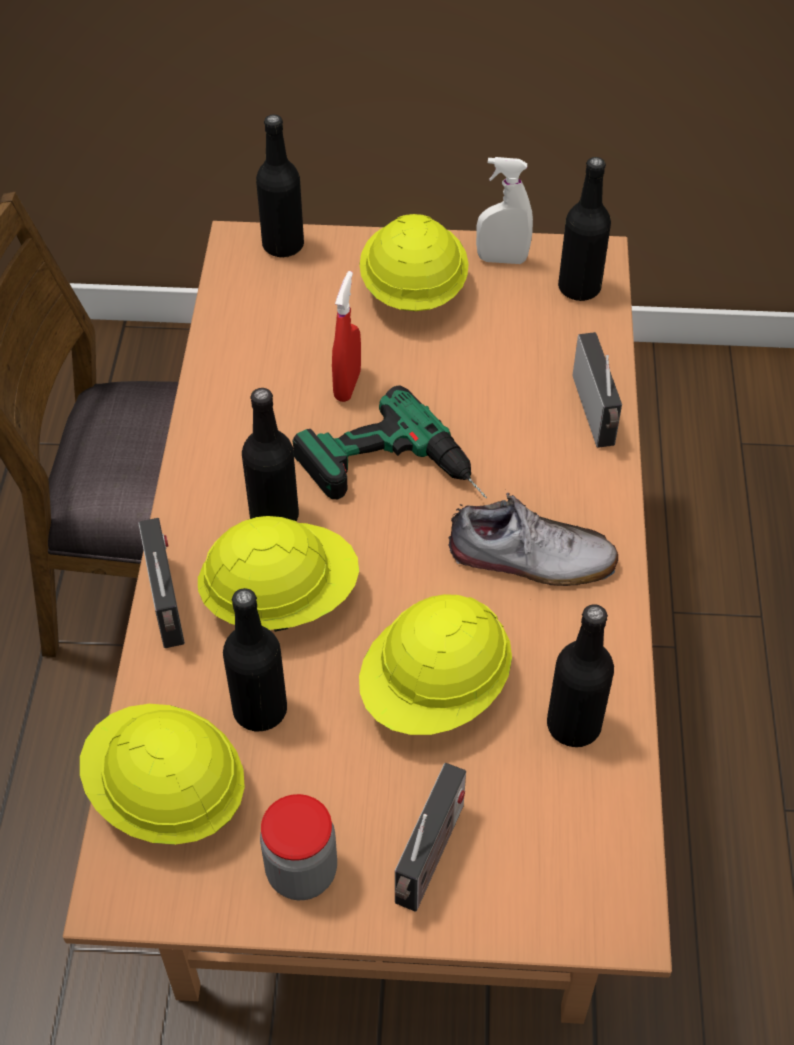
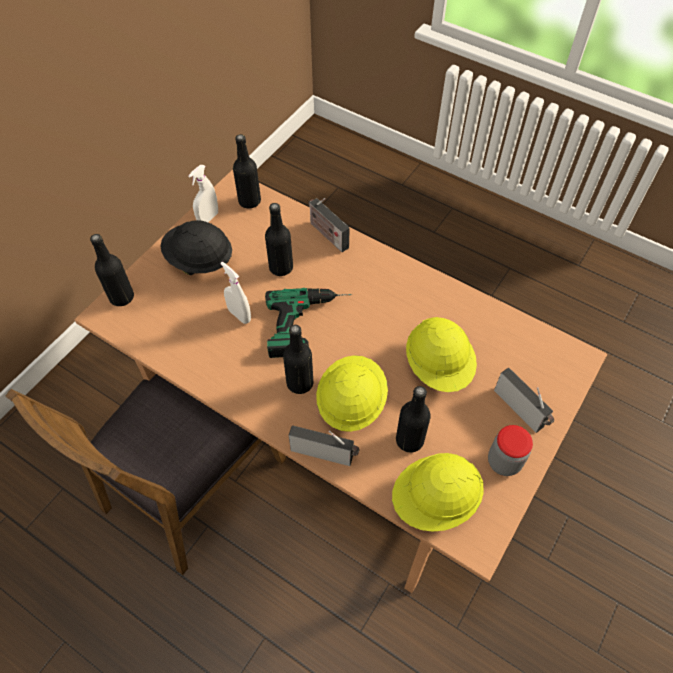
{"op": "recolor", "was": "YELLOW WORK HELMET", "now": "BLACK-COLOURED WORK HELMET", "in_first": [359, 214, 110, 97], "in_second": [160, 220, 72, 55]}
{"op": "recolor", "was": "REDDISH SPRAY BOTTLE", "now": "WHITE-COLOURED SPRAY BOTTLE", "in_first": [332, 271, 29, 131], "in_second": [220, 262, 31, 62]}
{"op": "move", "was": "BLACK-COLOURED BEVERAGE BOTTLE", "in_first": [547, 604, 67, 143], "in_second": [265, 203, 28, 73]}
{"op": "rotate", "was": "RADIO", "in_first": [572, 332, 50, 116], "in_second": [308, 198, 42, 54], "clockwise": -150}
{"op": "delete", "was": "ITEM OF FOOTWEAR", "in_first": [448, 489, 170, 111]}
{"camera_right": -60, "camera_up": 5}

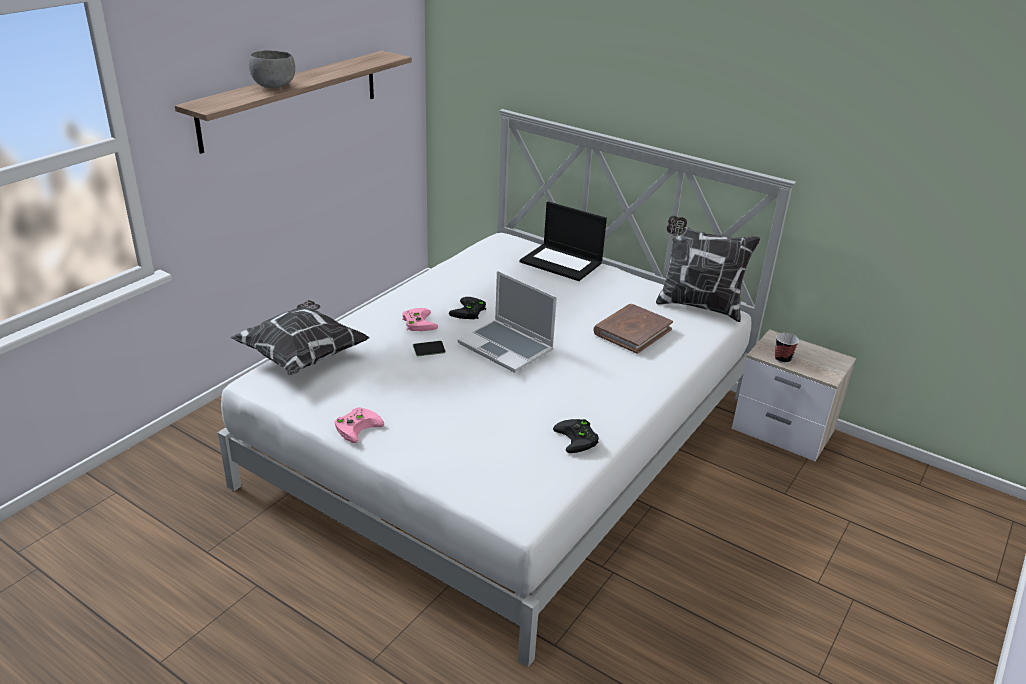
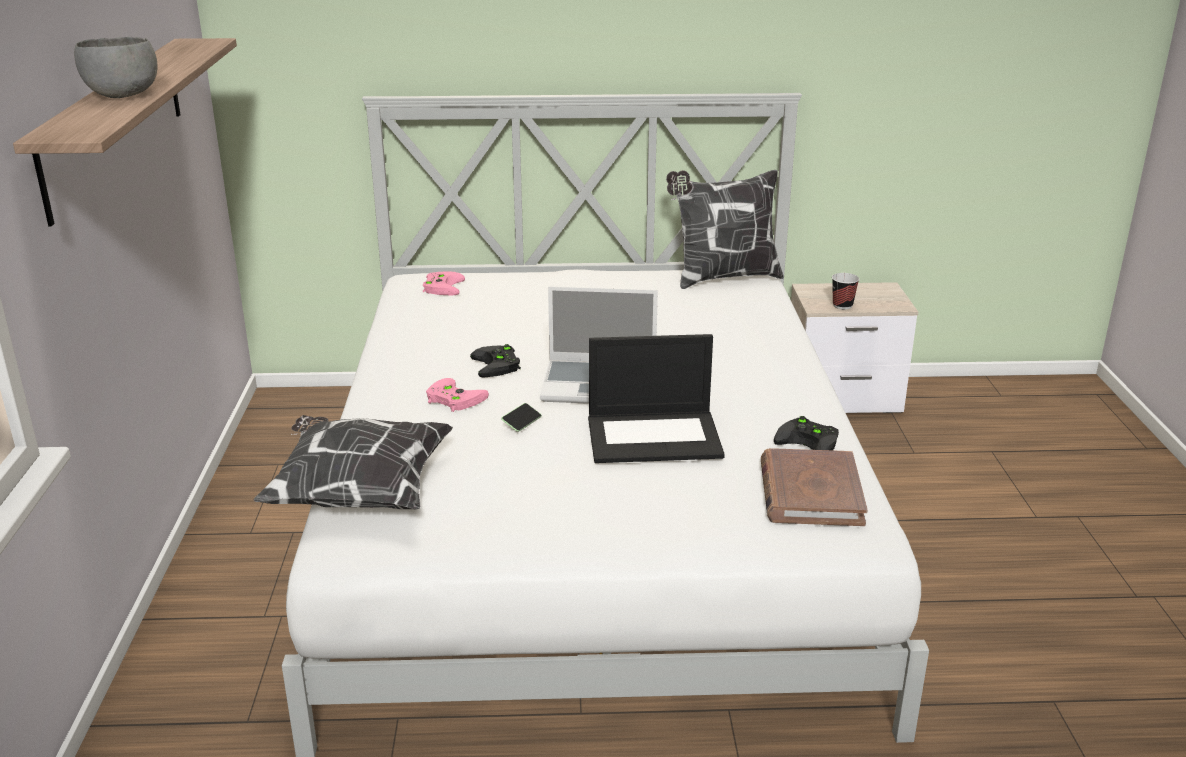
{"op": "move", "was": "PINK GAMEPAD", "in_first": [334, 407, 50, 36], "in_second": [423, 271, 42, 25]}
{"op": "move", "was": "NOTEBOOK COMPUTER", "in_first": [520, 201, 87, 80], "in_second": [588, 334, 137, 129]}
{"op": "move", "was": "BROWN-COLOURED VOLUME", "in_first": [593, 304, 80, 50], "in_second": [761, 448, 107, 78]}
{"camera_right": -35, "camera_up": -5}

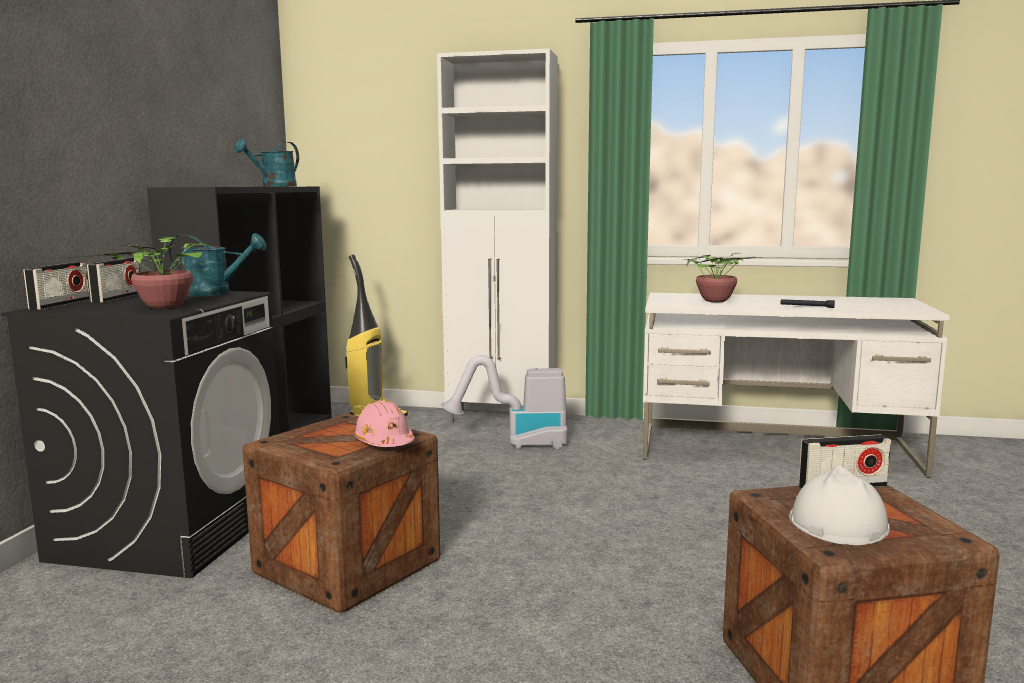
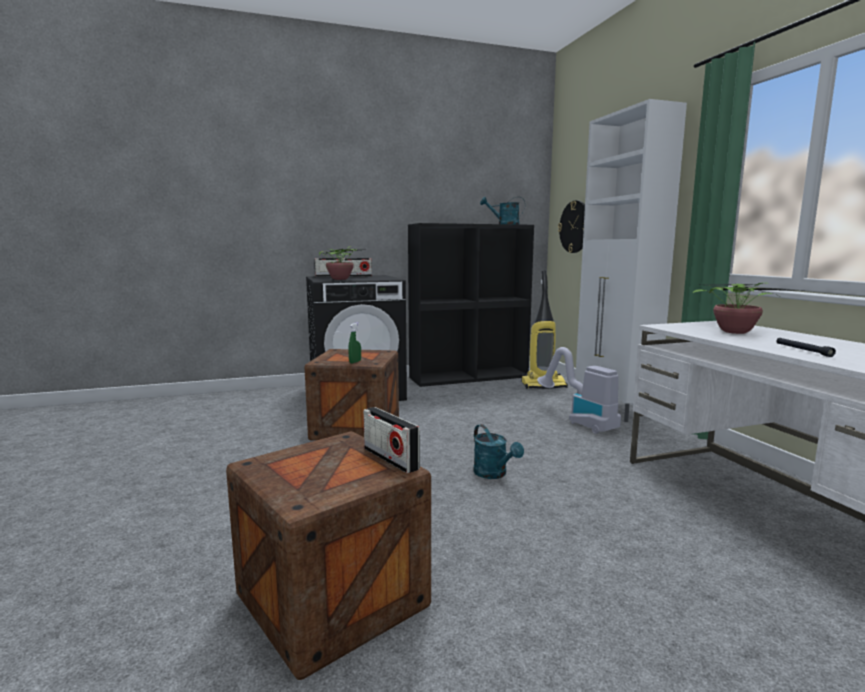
{"op": "replace", "was": "PINK WORK HELMET", "now": "GREENISH SPRAY BOTTLE", "in_first": [353, 400, 62, 47], "in_second": [348, 323, 13, 40]}
{"op": "move", "was": "BLUE-GREEN WATERING CAN", "in_first": [168, 233, 98, 63], "in_second": [473, 424, 51, 55]}
{"op": "insert", "now": "CLOCK ON THE WALL", "in_second": [558, 201, 27, 52]}
{"op": "delete", "was": "WHITE-COLOURED WORK HELMET", "in_first": [789, 466, 100, 79]}
{"camera_right": 60, "camera_up": 0}

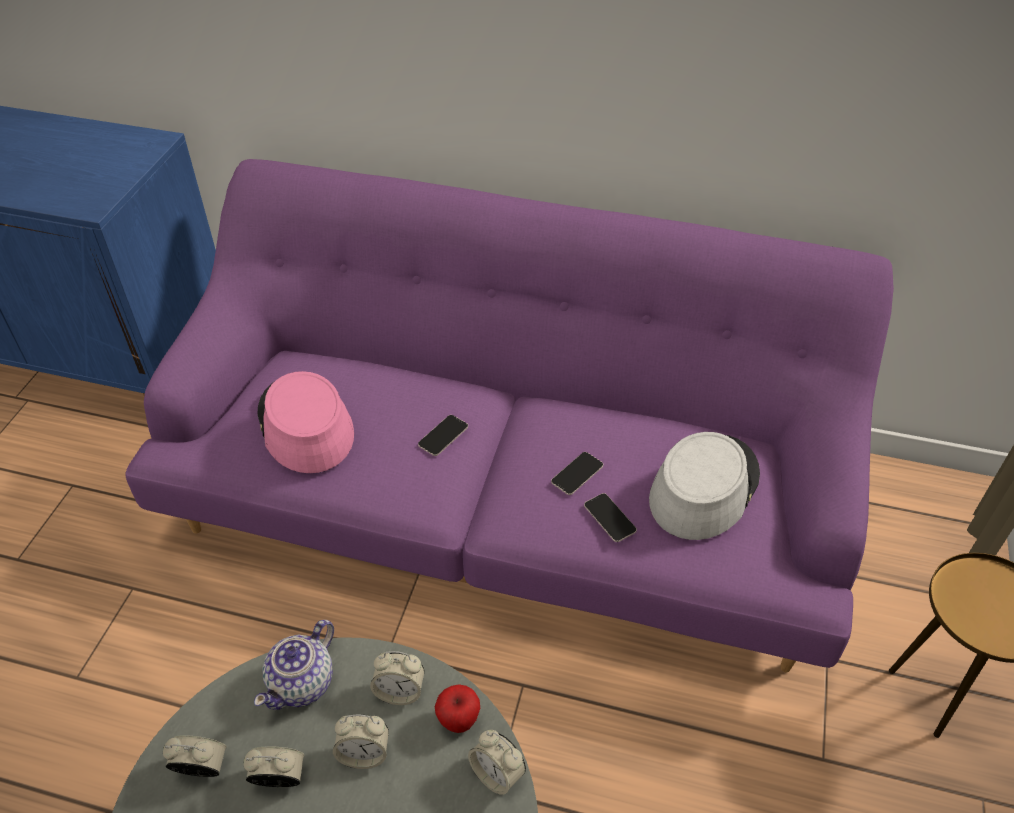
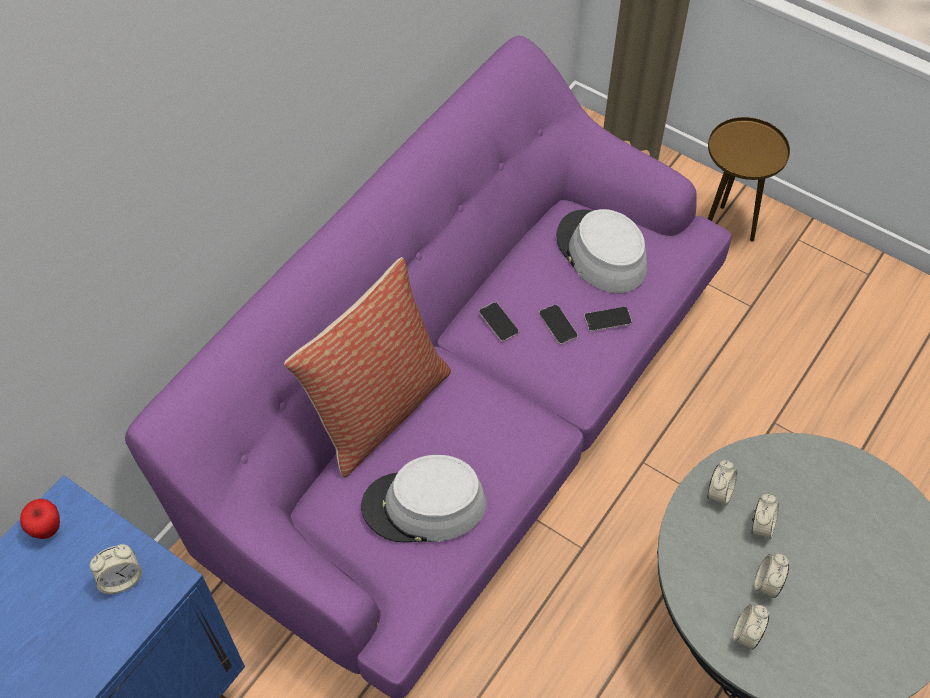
{"op": "move", "was": "APPLE FRUIT", "in_first": [435, 684, 45, 49], "in_second": [20, 499, 40, 40]}
{"op": "move", "was": "TABLE CLOCK", "in_first": [468, 730, 58, 65], "in_second": [90, 544, 52, 50]}
{"op": "insert", "now": "THROW PILLOW", "in_second": [284, 257, 167, 220]}
{"op": "recolor", "was": "PINK WEARABLE HAT", "now": "GRAY WEARABLE HAT", "in_first": [258, 371, 96, 102], "in_second": [361, 455, 125, 87]}
{"op": "move", "was": "HANDSET", "in_first": [418, 415, 50, 41], "in_second": [479, 302, 40, 39]}
{"op": "delete", "was": "POT FOR TEA", "in_first": [254, 620, 80, 90]}
{"camera_right": -70, "camera_up": 10}

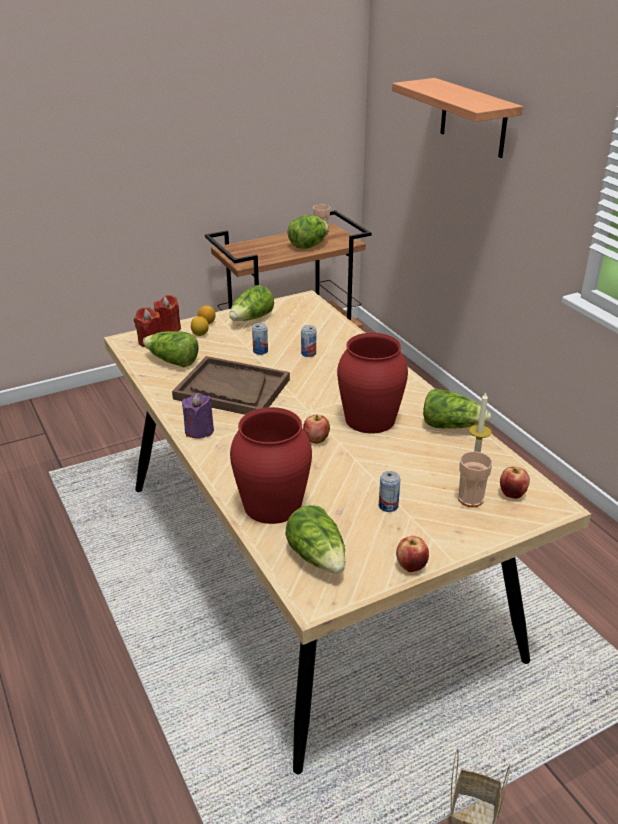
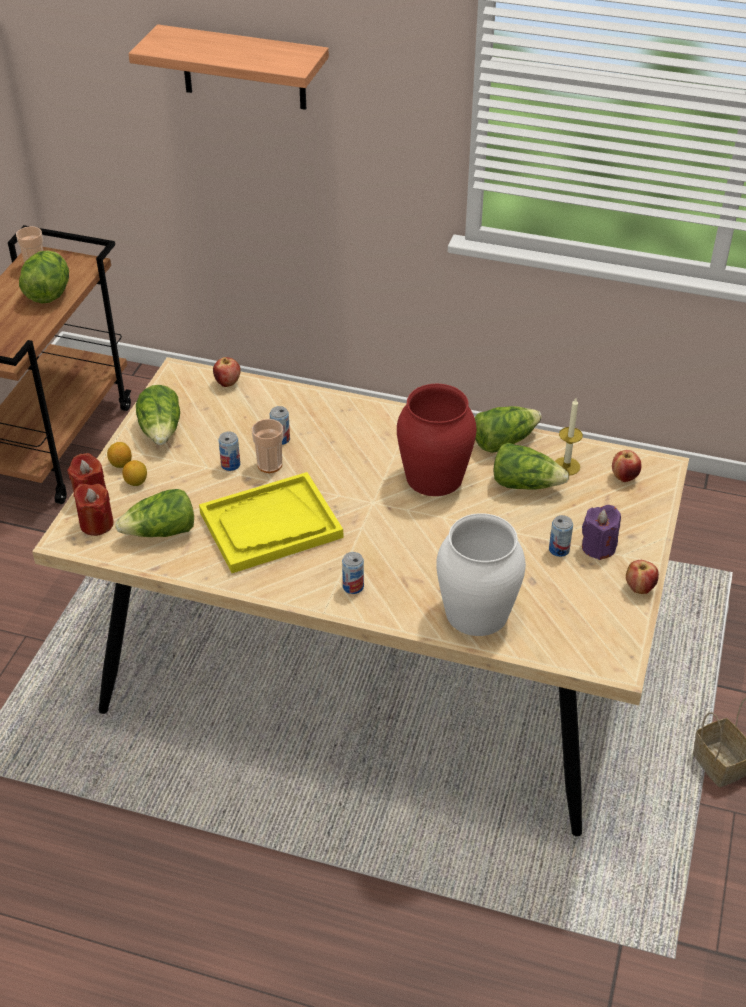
{"op": "recolor", "was": "BROWN-COLOURED TRAY", "now": "YELLOW TRAY", "in_first": [172, 356, 118, 59], "in_second": [199, 472, 144, 101]}
{"op": "move", "was": "APPLE FRUIT", "in_first": [303, 415, 27, 29], "in_second": [213, 357, 28, 30]}
{"op": "move", "was": "DRINKING CUP", "in_first": [458, 451, 35, 56], "in_second": [252, 419, 31, 54]}
{"op": "insert", "now": "METAL CAN", "in_second": [342, 552, 22, 42]}
{"op": "recolor", "was": "REDDISH FLOWER VASE", "now": "WHITE-COLOURED FLOWER VASE", "in_first": [230, 407, 82, 117], "in_second": [436, 513, 90, 123]}
{"op": "move", "was": "LETTUCE", "in_first": [286, 505, 59, 68], "in_second": [493, 443, 76, 46]}
{"op": "move", "was": "PURPLE-COLOURED WAX CANDLE", "in_first": [182, 393, 32, 46], "in_second": [582, 505, 39, 55]}
{"camera_right": -45, "camera_up": 10}

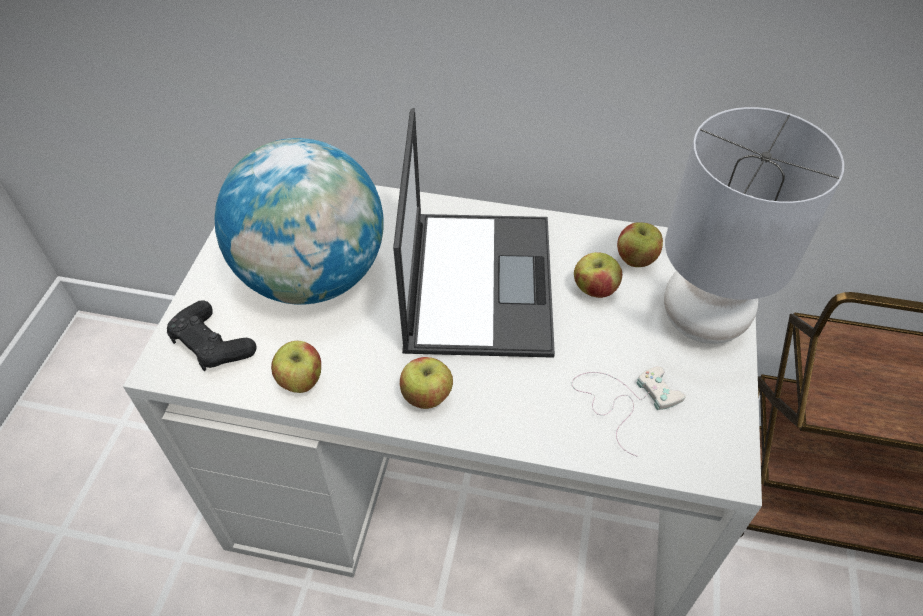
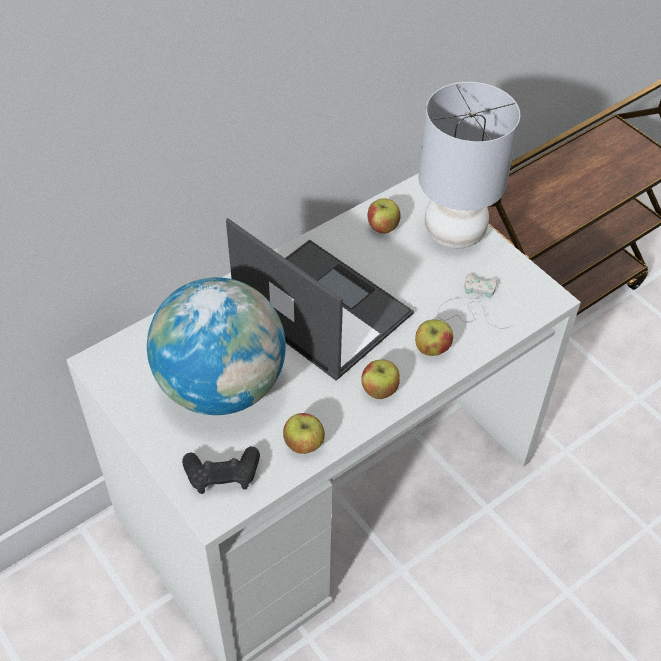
{"op": "move", "was": "APPLE FRUIT", "in_first": [574, 252, 48, 46], "in_second": [415, 320, 38, 36]}
{"camera_right": -50, "camera_up": 0}

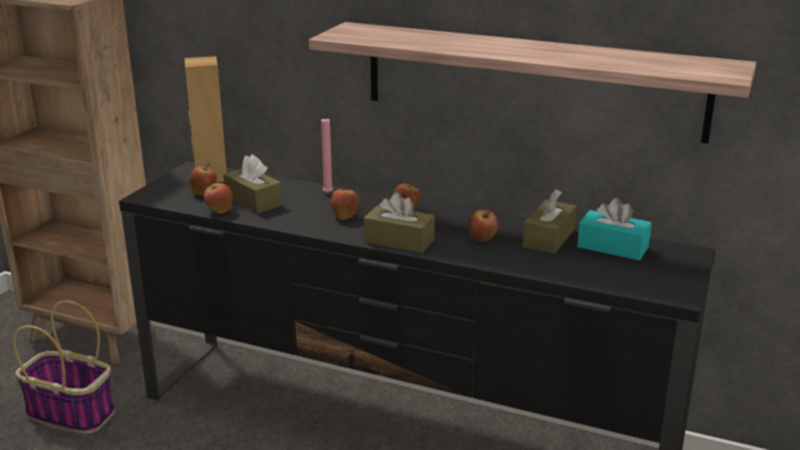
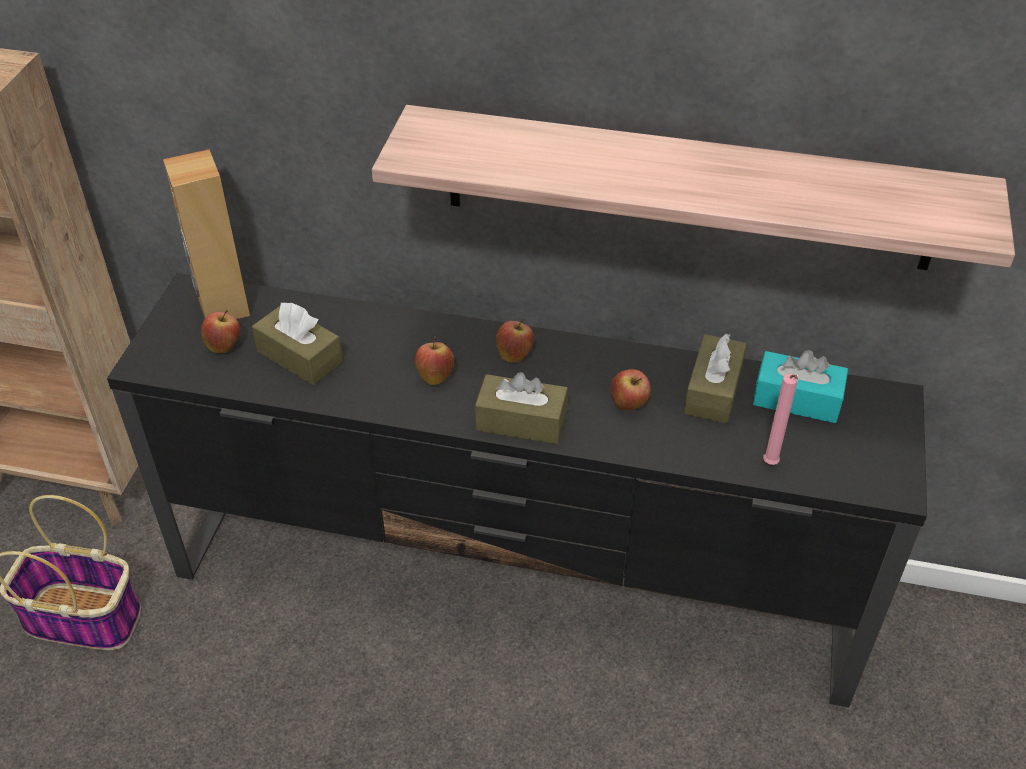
{"op": "move", "was": "PINK WAX CANDLE", "in_first": [321, 114, 12, 79], "in_second": [763, 374, 35, 91]}
{"op": "delete", "was": "APPLE FRUIT", "in_first": [204, 183, 29, 31]}
{"camera_right": -10, "camera_up": 20}

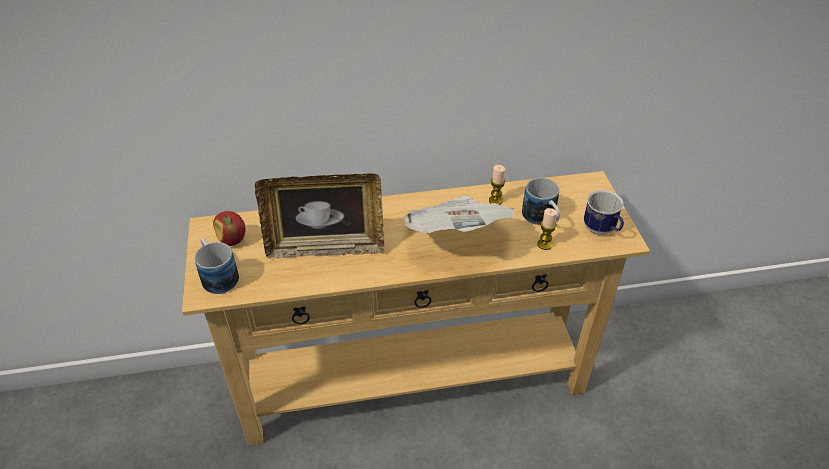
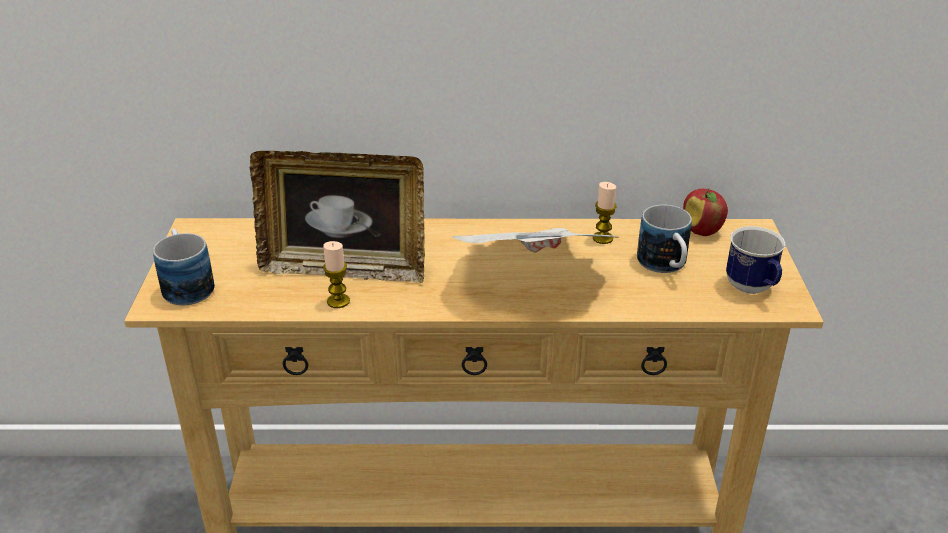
{"op": "move", "was": "WAX CANDLE", "in_first": [537, 208, 20, 42], "in_second": [323, 241, 27, 67]}
{"op": "move", "was": "APPLE FRUIT", "in_first": [213, 211, 33, 35], "in_second": [683, 188, 45, 48]}
{"camera_right": 10, "camera_up": -10}

